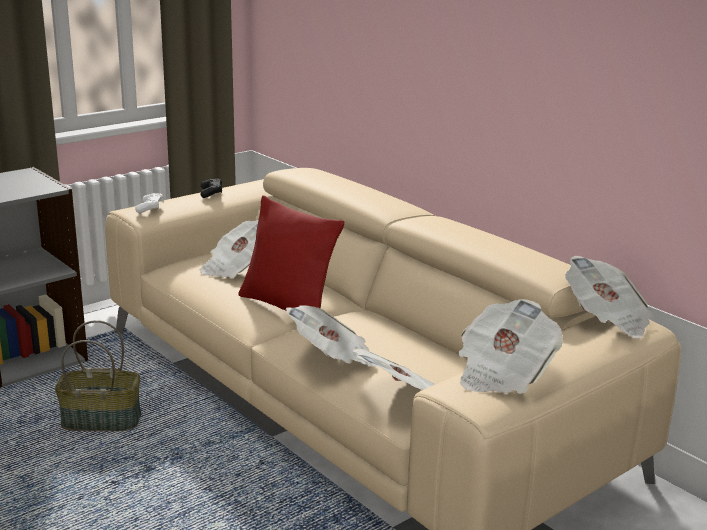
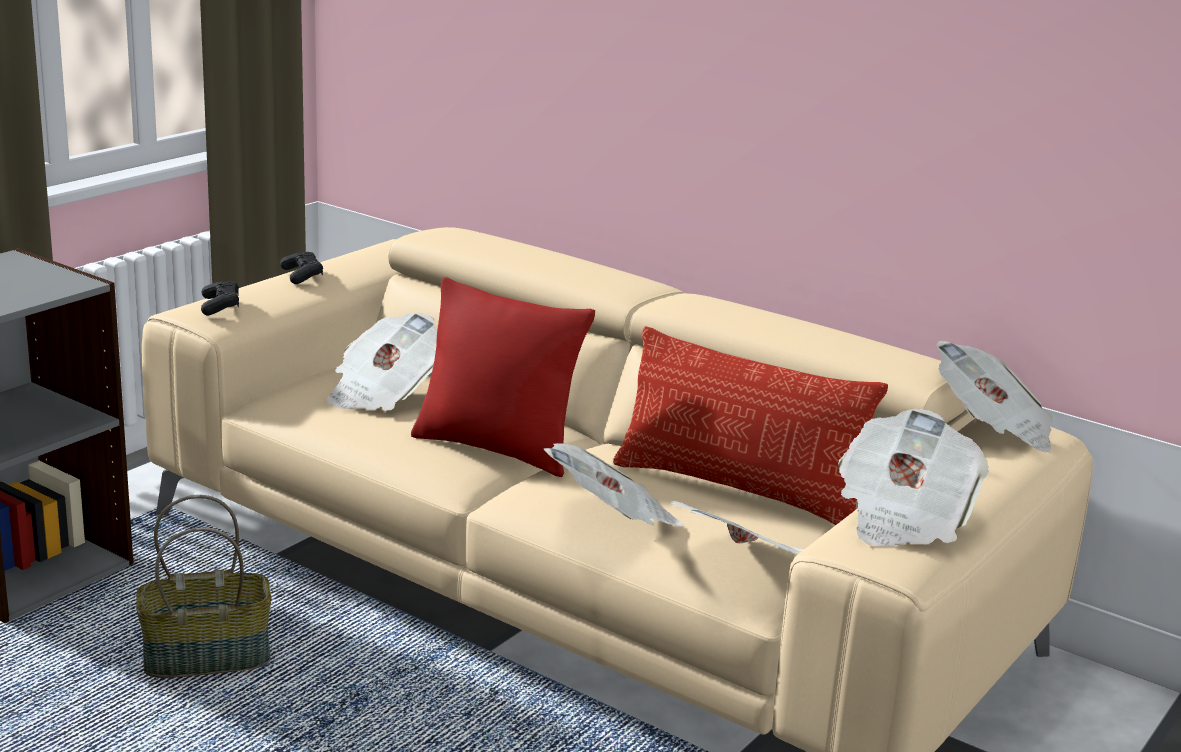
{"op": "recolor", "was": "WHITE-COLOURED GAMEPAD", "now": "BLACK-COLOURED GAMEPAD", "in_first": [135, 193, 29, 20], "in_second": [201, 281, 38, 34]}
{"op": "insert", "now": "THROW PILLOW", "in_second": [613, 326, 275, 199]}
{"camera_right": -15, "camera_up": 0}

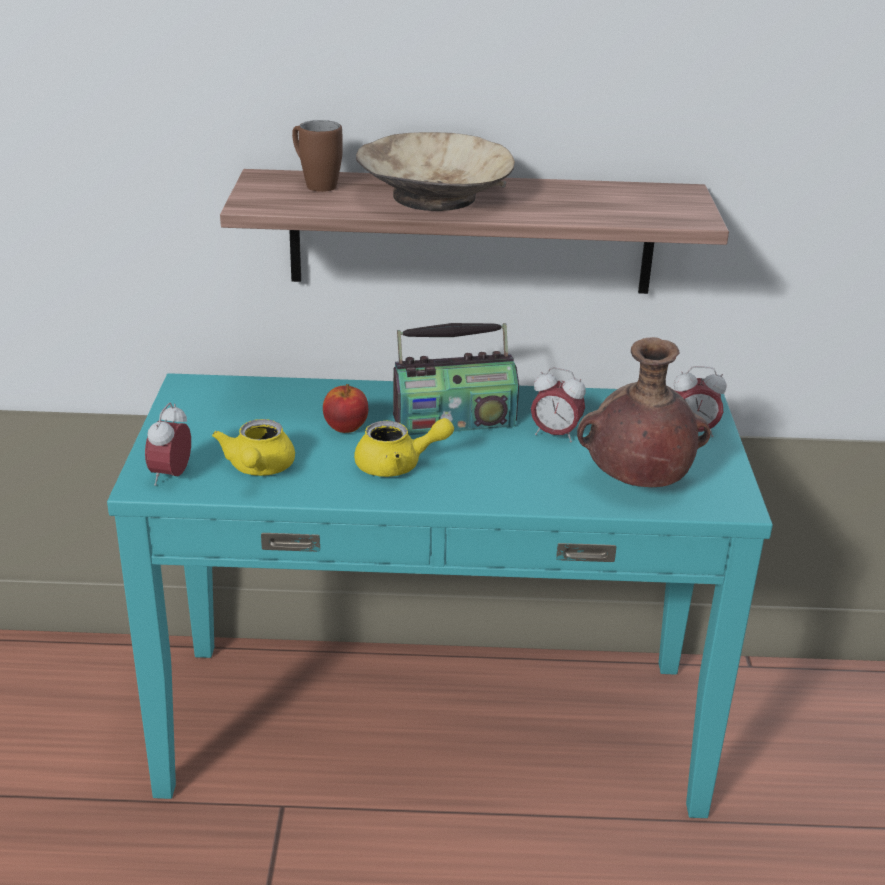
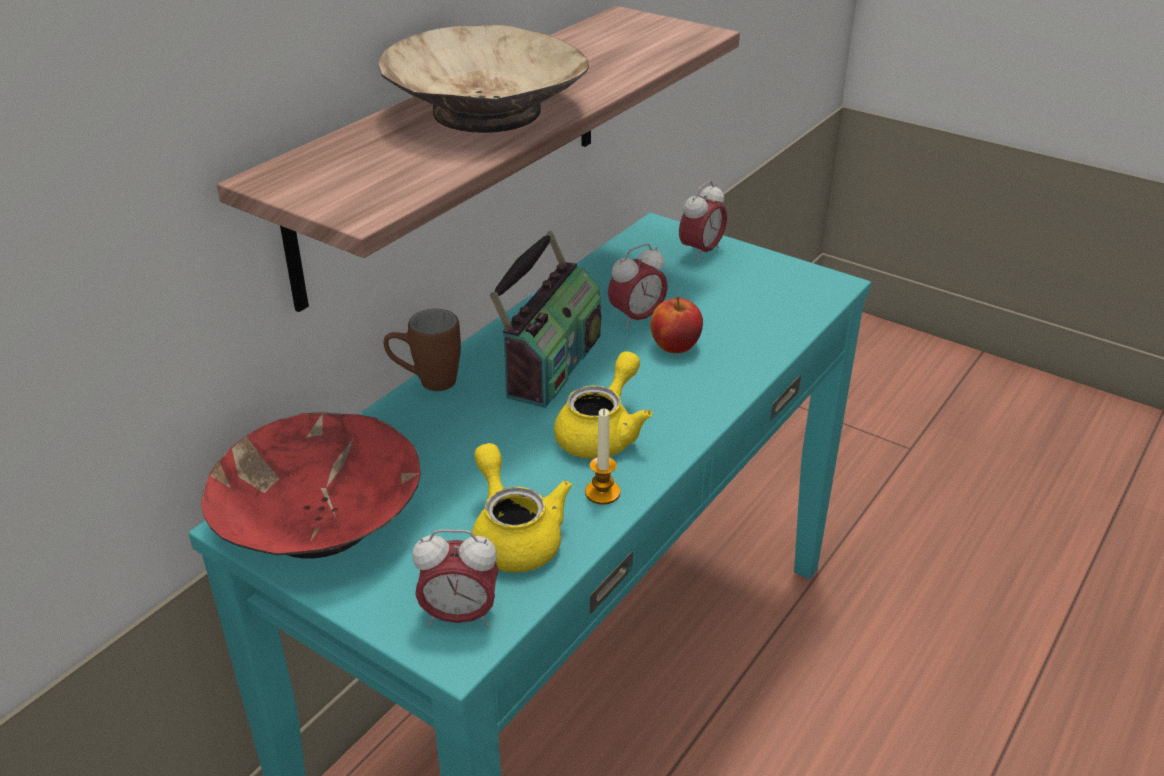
{"op": "insert", "now": "REDDISH SERVING BOWL", "in_second": [201, 412, 220, 147]}
{"op": "move", "was": "BROWN-COLOURED COFFEE MUG", "in_first": [292, 120, 51, 72], "in_second": [384, 309, 77, 82]}
{"op": "rotate", "was": "TABLE CLOCK", "in_first": [145, 403, 46, 83], "in_second": [412, 529, 86, 98], "clockwise": -45}
{"op": "rotate", "was": "YELLOW POT FOR TEA", "in_first": [212, 419, 83, 57], "in_second": [472, 443, 100, 129], "clockwise": -150}
{"op": "insert", "now": "WAX CANDLE", "in_second": [585, 408, 35, 97]}
{"op": "move", "was": "APPLE FRUIT", "in_first": [323, 384, 45, 49], "in_second": [650, 296, 53, 57]}
{"op": "delete", "was": "BROWN-COLOURED FLOWER VASE", "in_first": [577, 337, 134, 150]}
{"camera_right": -55, "camera_up": 5}

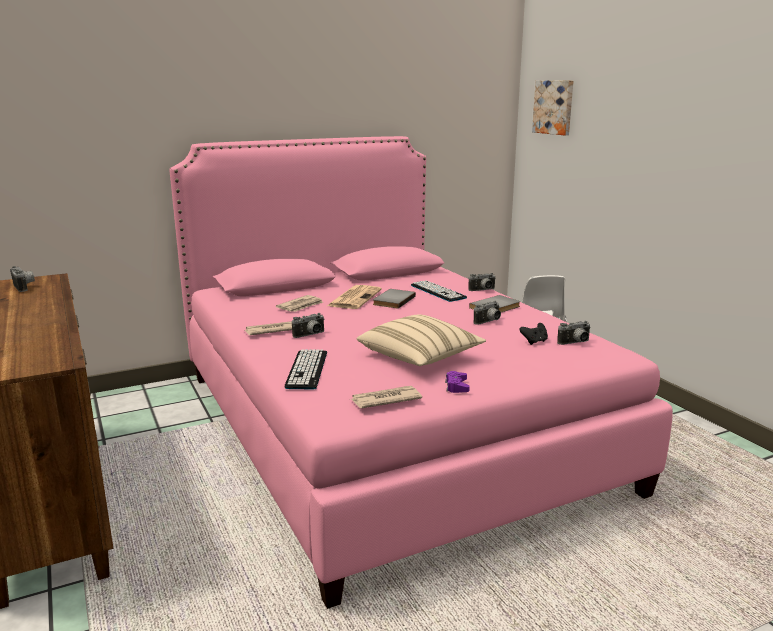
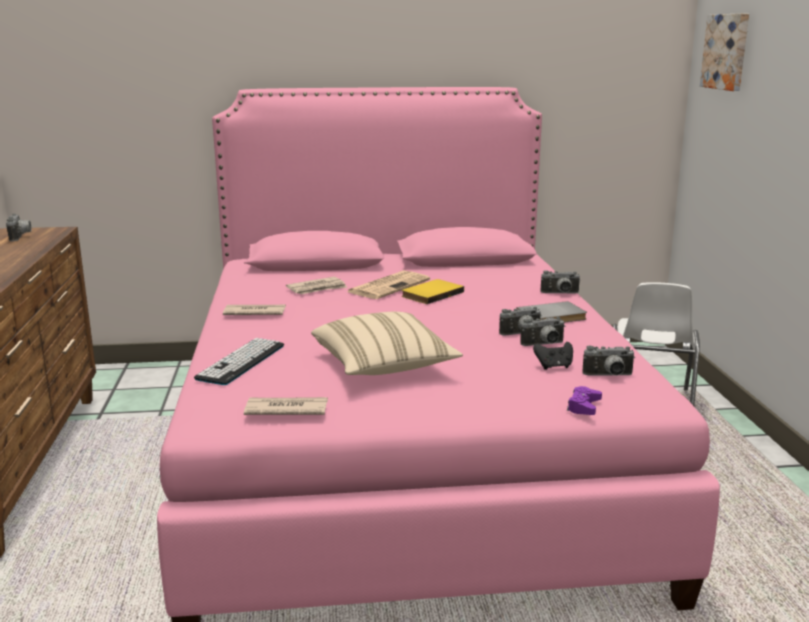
{"op": "recolor", "was": "GRAY VOLUME", "now": "YELLOW VOLUME", "in_first": [373, 289, 43, 20], "in_second": [402, 279, 62, 25]}
{"op": "move", "was": "PHOTO CAMERA", "in_first": [292, 313, 33, 25], "in_second": [520, 317, 45, 29]}
{"op": "move", "was": "PURPLE-COLOURED GAMEPAD", "in_first": [445, 371, 25, 22], "in_second": [567, 386, 35, 29]}
{"op": "delete", "was": "COMPUTER KEYBOARD", "in_first": [411, 280, 56, 22]}
{"camera_right": 20, "camera_up": 0}

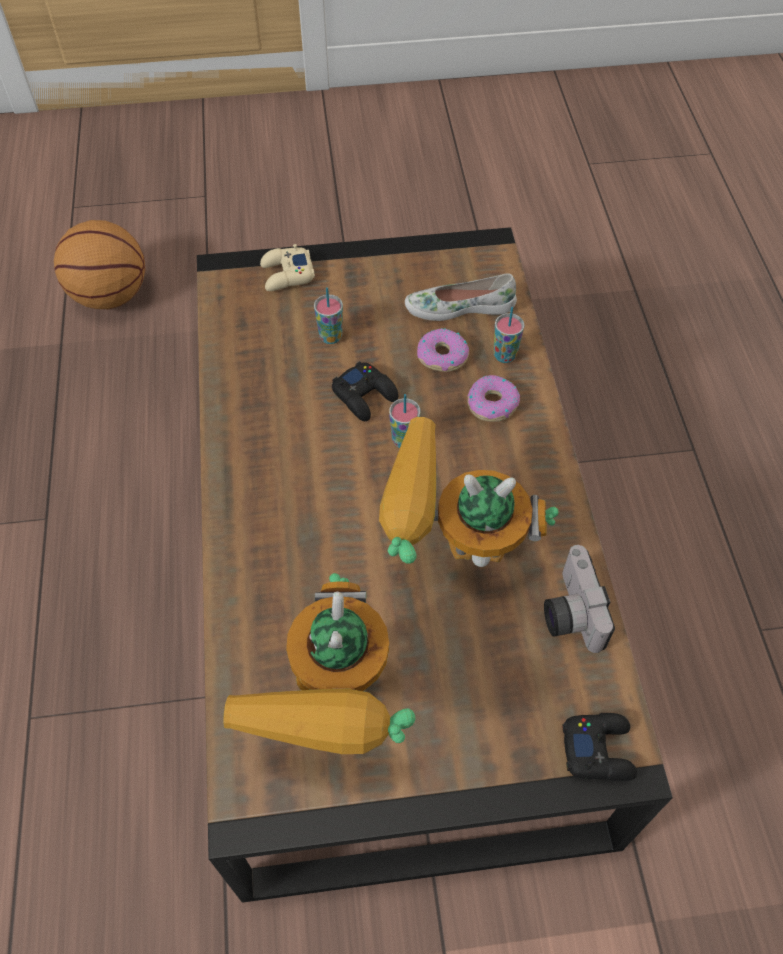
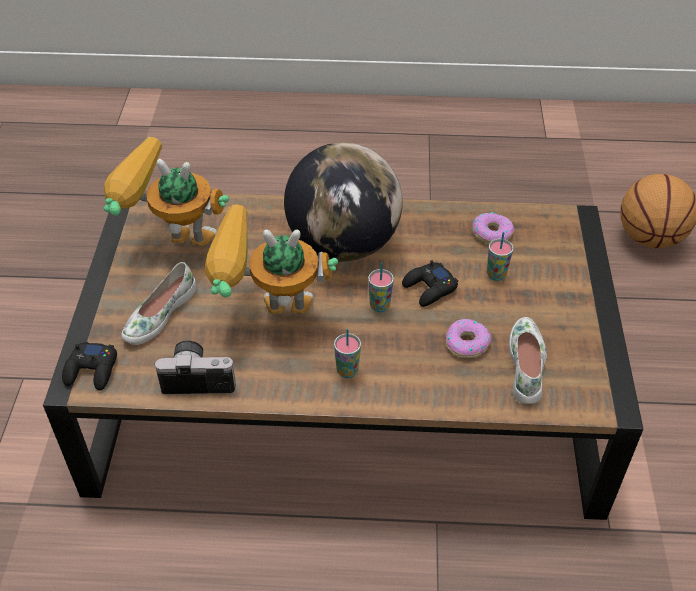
{"op": "insert", "now": "WHITE-COLOURED ITEM OF FOOTWEAR", "in_second": [121, 262, 75, 83]}
{"op": "rotate", "was": "ROBOT FIGURE", "in_first": [379, 417, 180, 150], "in_second": [204, 204, 134, 110], "clockwise": -105}
{"op": "insert", "now": "GLOBE", "in_second": [284, 142, 119, 119]}
{"op": "move", "was": "DRINKING CUP", "in_first": [493, 307, 32, 56], "in_second": [334, 328, 27, 50]}
{"op": "move", "was": "RING DOUGHNUT", "in_first": [467, 375, 53, 47], "in_second": [473, 212, 41, 32]}
{"op": "delete", "was": "BEIGE GAMEPAD", "in_first": [260, 244, 55, 47]}
{"camera_right": 100, "camera_up": -10}

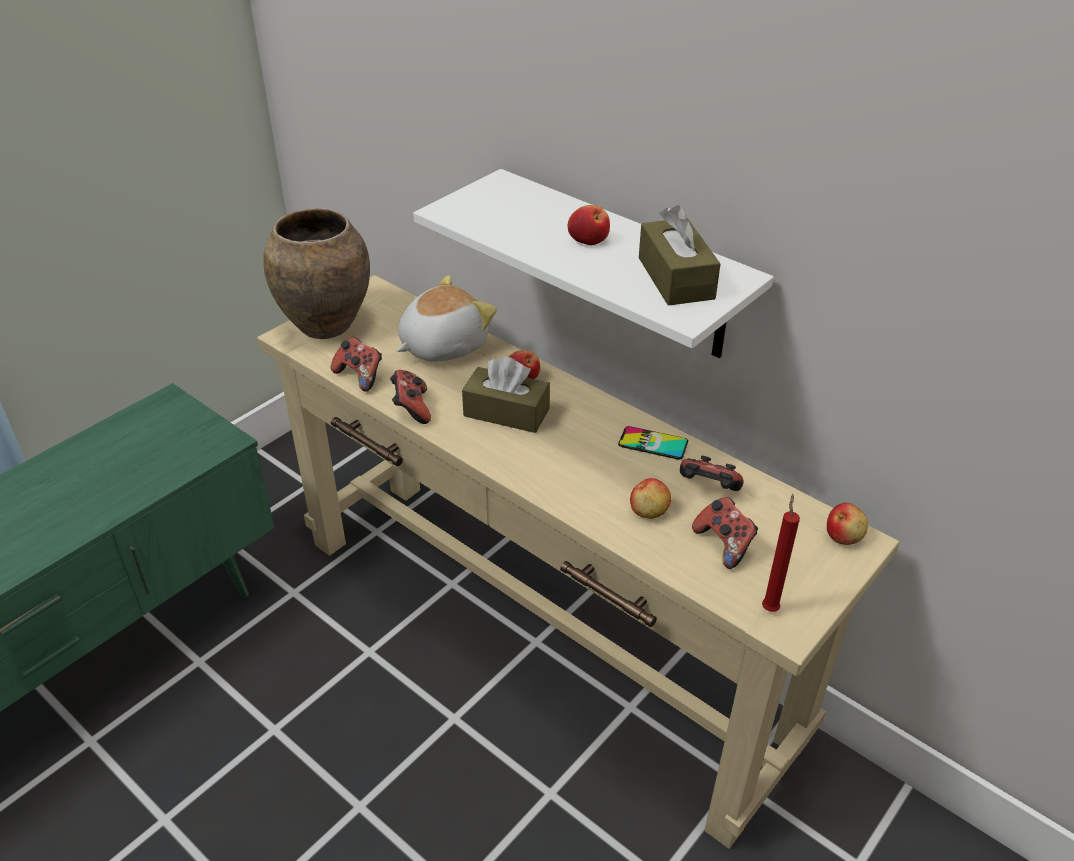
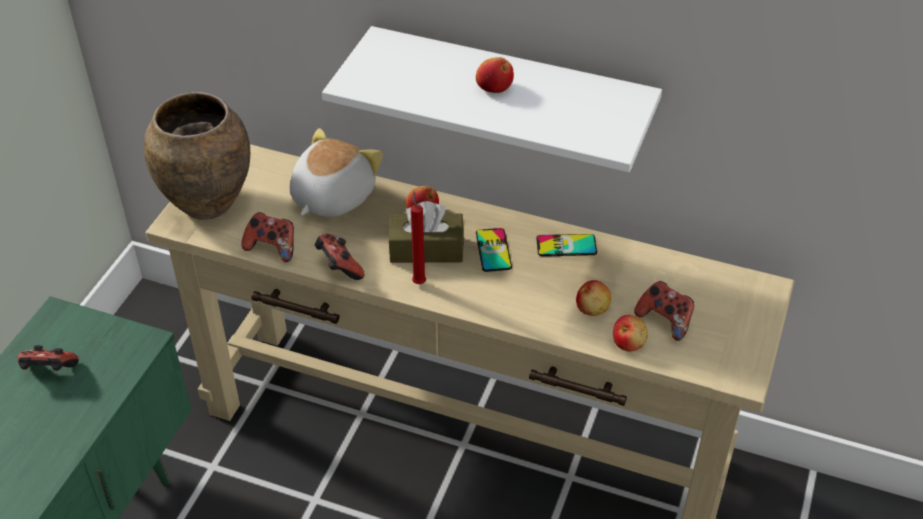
{"op": "move", "was": "GAMEPAD", "in_first": [680, 456, 64, 35], "in_second": [18, 345, 61, 26]}
{"op": "move", "was": "REDDISH WAX CANDLE", "in_first": [762, 494, 38, 118], "in_second": [411, 191, 15, 93]}
{"op": "insert", "now": "HANDSET", "in_second": [476, 228, 36, 44]}
{"op": "move", "was": "APPLE FRUIT", "in_first": [827, 503, 41, 42], "in_second": [613, 315, 35, 37]}
{"op": "delete", "was": "BROWN-COLOURED TISSUE HOLDER", "in_first": [639, 205, 82, 101]}
{"camera_right": -20, "camera_up": 5}

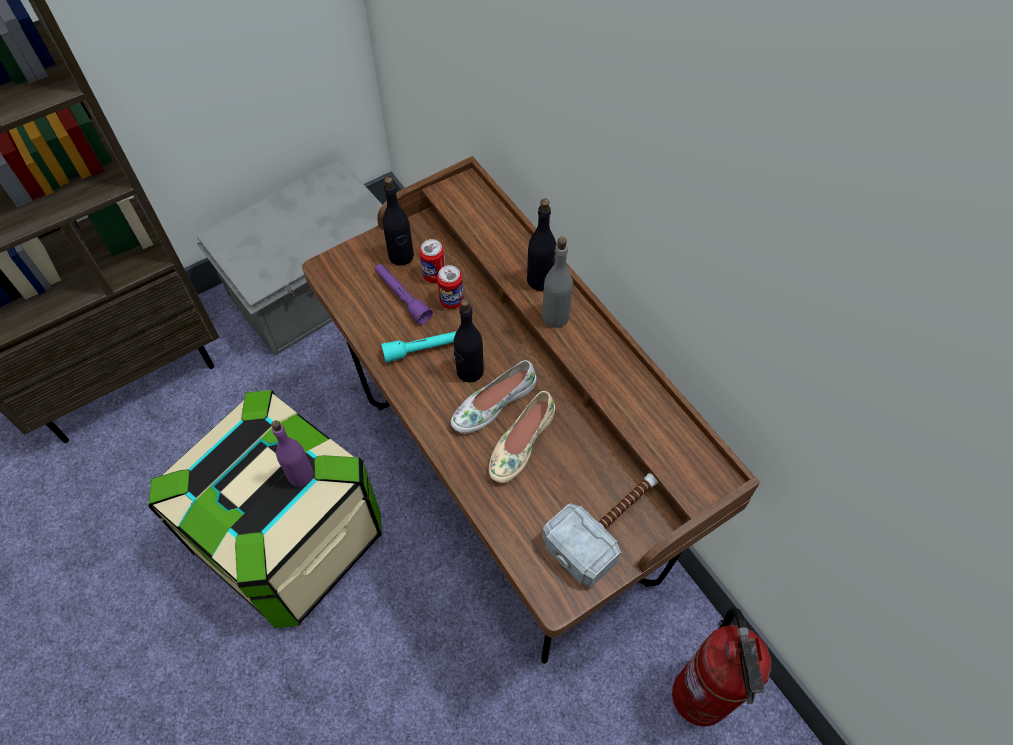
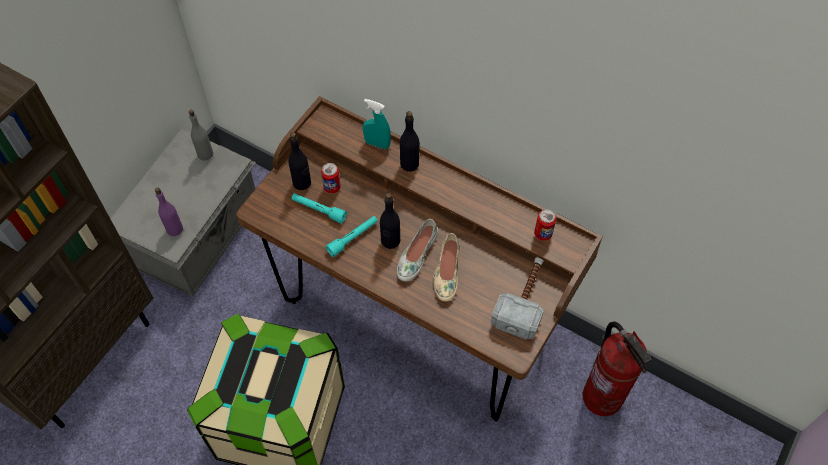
{"op": "move", "was": "PURPLE-COLOURED BEVERAGE BOTTLE", "in_first": [271, 420, 43, 67], "in_second": [155, 188, 28, 48]}
{"op": "move", "was": "GRAY BEVERAGE BOTTLE", "in_first": [542, 237, 31, 91], "in_second": [189, 110, 24, 51]}
{"op": "recolor", "was": "PURPLE-COLOURED HAND TORCH", "now": "BLUE-GREEN HAND TORCH", "in_first": [375, 264, 58, 61], "in_second": [292, 193, 55, 31]}
{"op": "insert", "now": "BLUE-GREEN SPRAY BOTTLE", "in_second": [363, 99, 28, 50]}
{"op": "move", "was": "METAL CAN", "in_first": [437, 265, 27, 44], "in_second": [534, 209, 22, 32]}
{"camera_right": -25, "camera_up": 0}

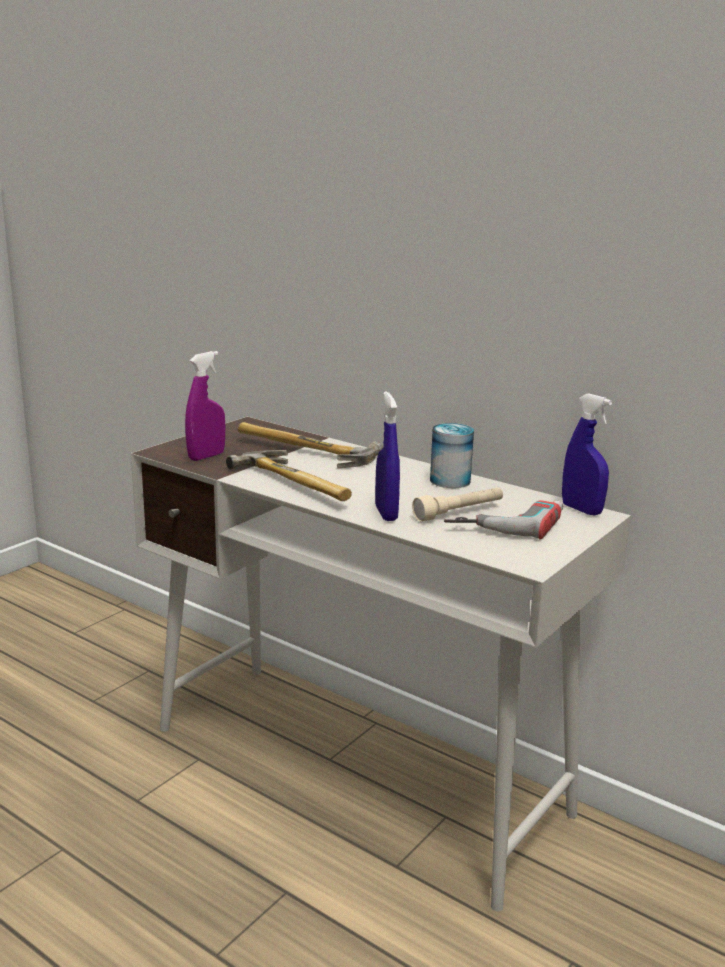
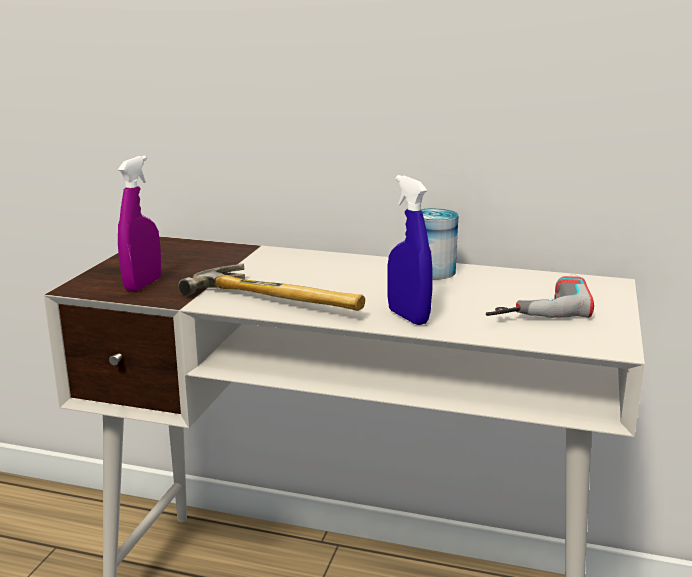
{"op": "delete", "was": "HAND HAMMER", "in_first": [238, 422, 145, 46]}
{"op": "delete", "was": "BEIGE HAND TORCH", "in_first": [412, 487, 91, 34]}
{"op": "delete", "was": "BLUE SPRAY BOTTLE", "in_first": [562, 393, 50, 122]}
{"camera_right": -20, "camera_up": 0}

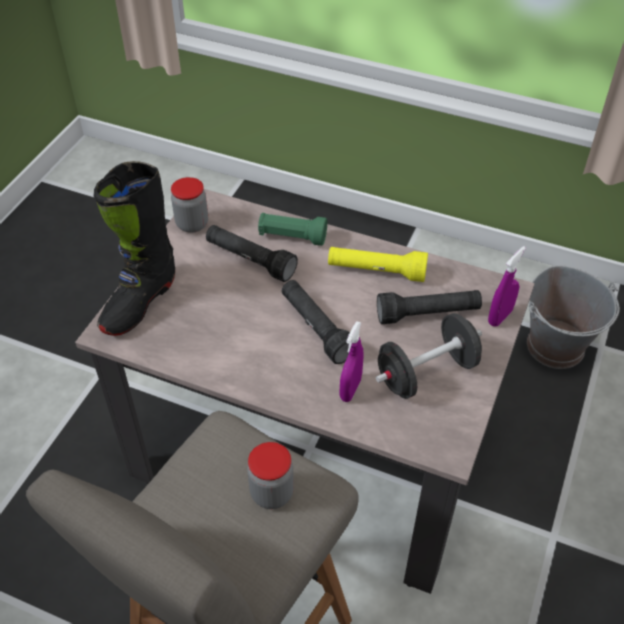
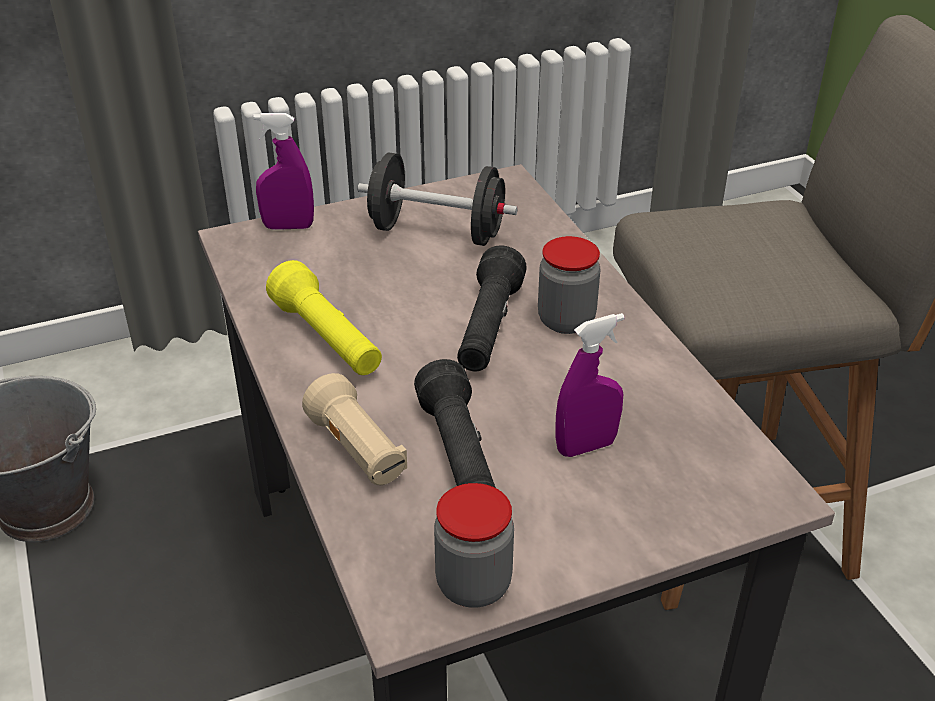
{"op": "recolor", "was": "GREENISH HAND TORCH", "now": "BEIGE HAND TORCH", "in_first": [258, 213, 69, 33], "in_second": [302, 373, 105, 112]}
{"op": "move", "was": "PRESERVE JAR", "in_first": [247, 442, 47, 67], "in_second": [538, 236, 63, 98]}
{"op": "move", "was": "PURPLE-COLOURED SPRAY BOTTLE", "in_first": [340, 321, 24, 81], "in_second": [555, 313, 70, 144]}
{"op": "delete", "was": "BLACK-COLOURED TALL BOOT", "in_first": [94, 161, 81, 175]}
{"op": "delete", "was": "BLACK-COLOURED HAND TORCH", "in_first": [377, 290, 105, 34]}
{"camera_right": -135, "camera_up": -10}

